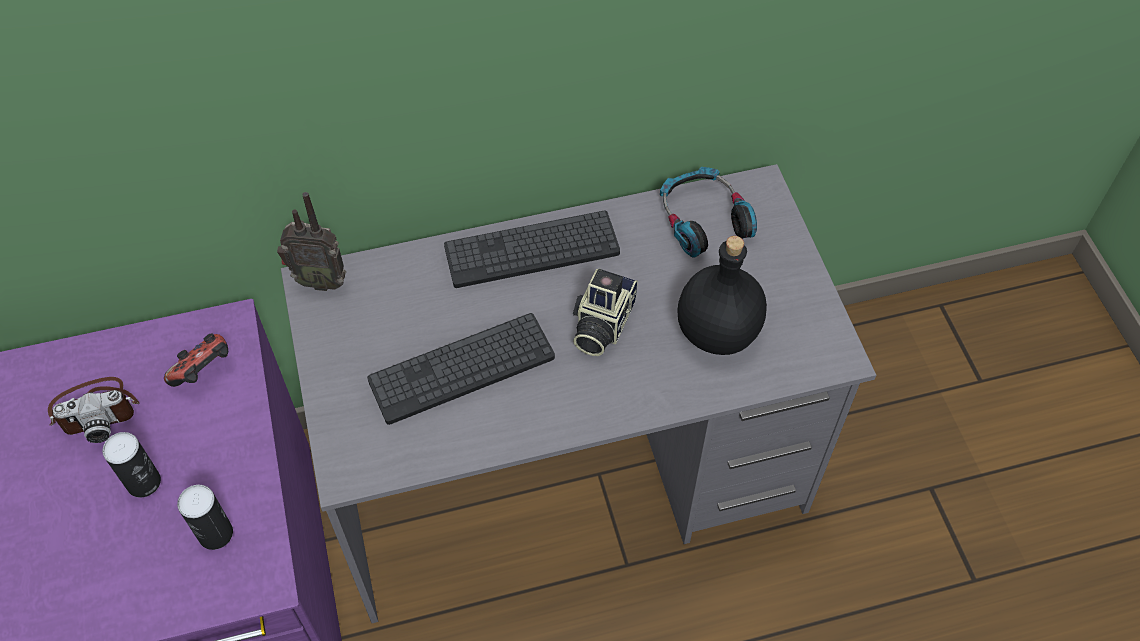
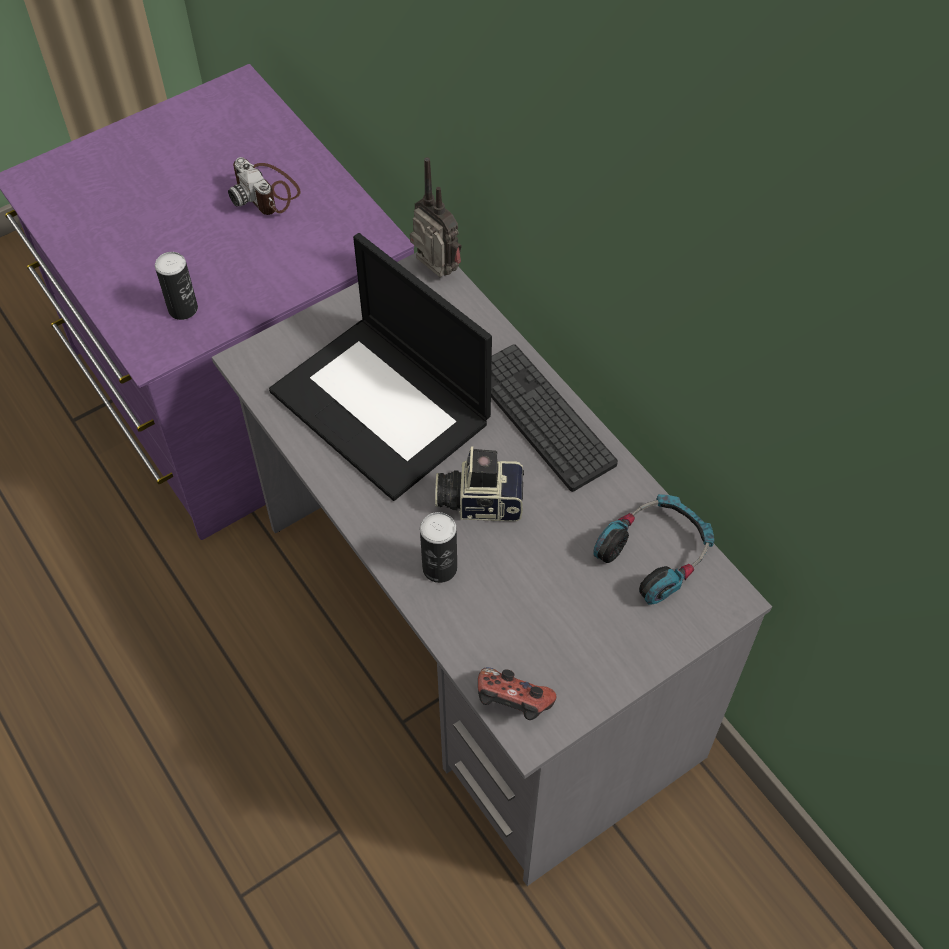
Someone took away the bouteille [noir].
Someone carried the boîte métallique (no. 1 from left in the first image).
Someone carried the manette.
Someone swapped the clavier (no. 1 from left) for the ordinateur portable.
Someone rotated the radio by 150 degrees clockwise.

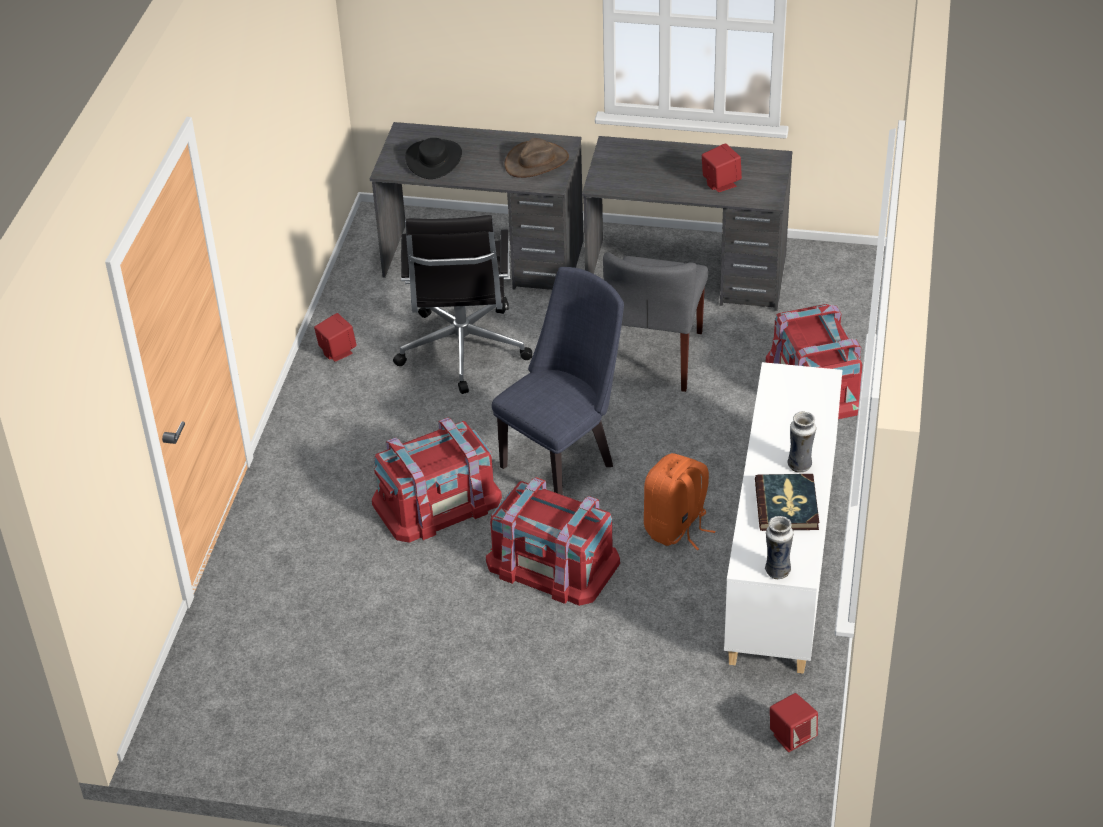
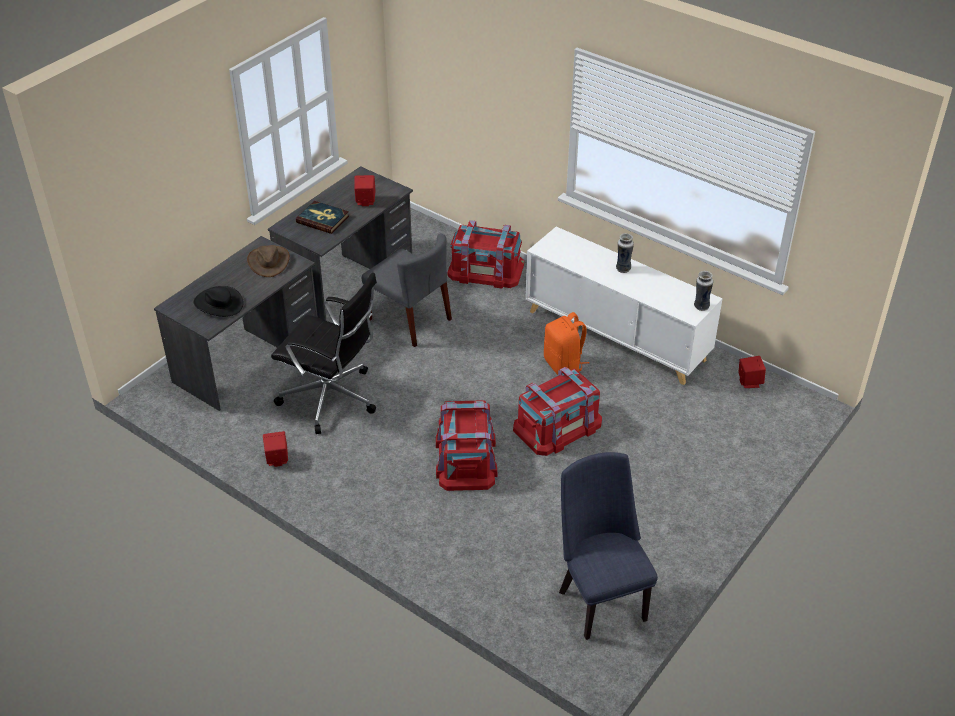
Someone carried the chaise [bleu].
Someone carried the livre.

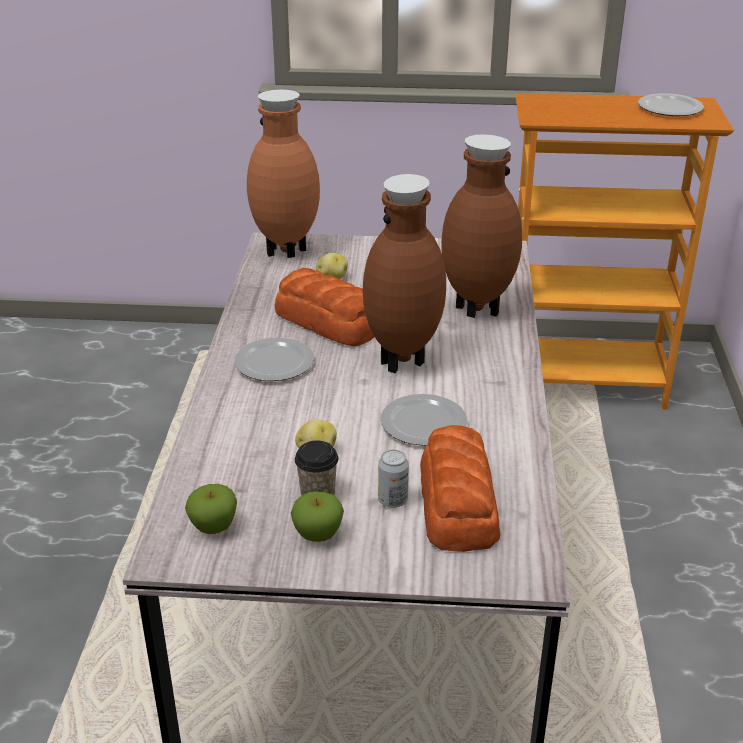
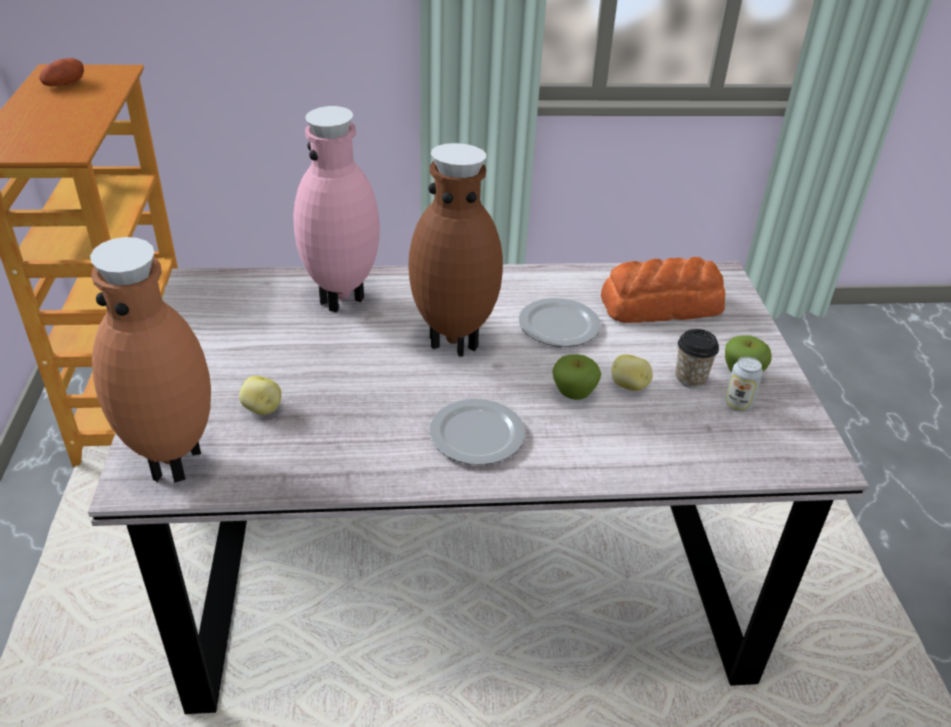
Someone took away the pain (no. 1 from left).
Someone carried the pomme (no. 1 from left).
Someone carried the boîte métallique.
Someone swapped the assiette (no. 3 from left) for the pomme de terre (no. 1 from left).
Someone repainted the vase [marron] (no. 3 from left), which became the vase [rose].

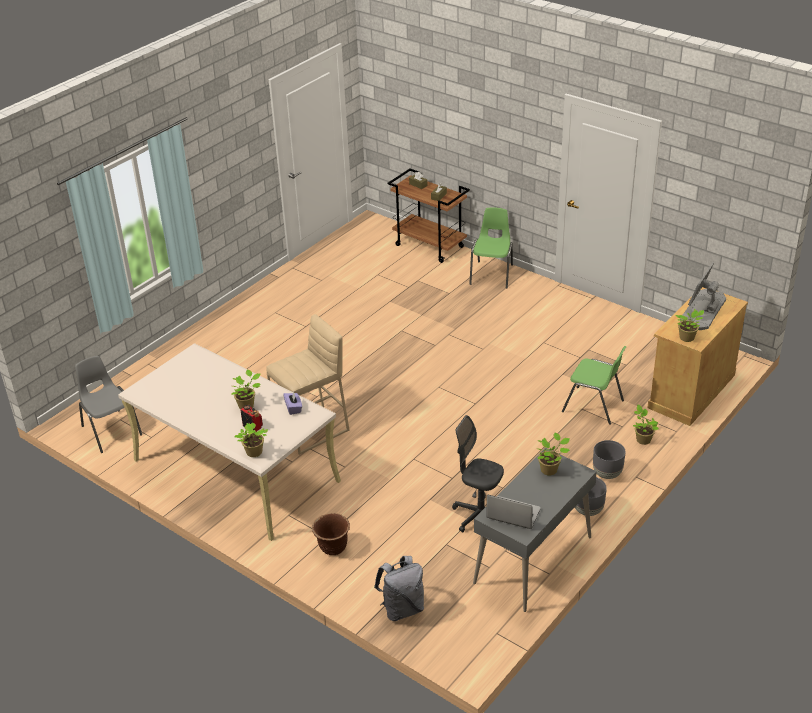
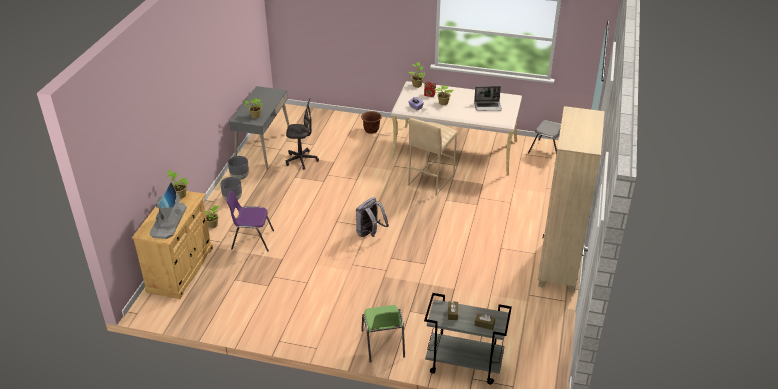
Someone put down the bibliothèque [beige].
Someone carried the sac à dos [gris].
Someone carried the ordinateur portable.
Someone repainted the chariot [marron], which became the chariot [gris].
Someone repainted the chaise [vert] (no. 2 from left), which became the chaise [violet].

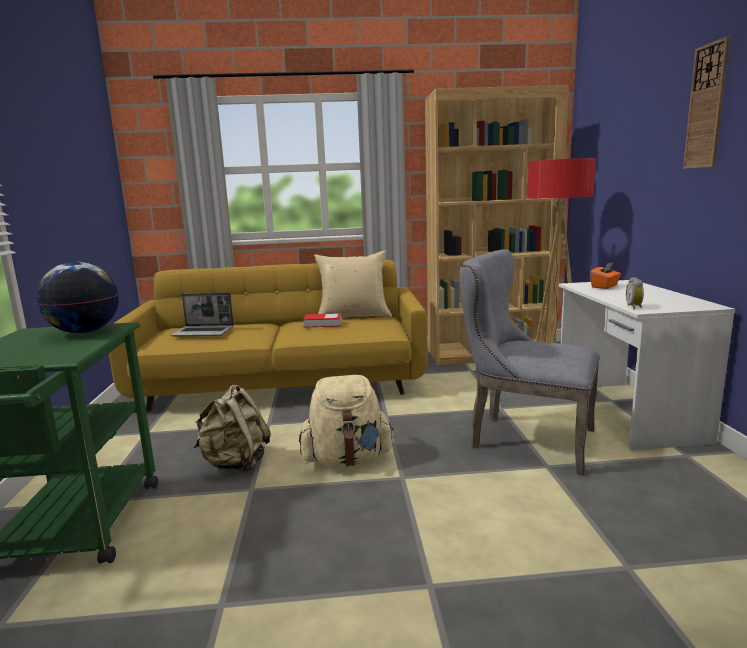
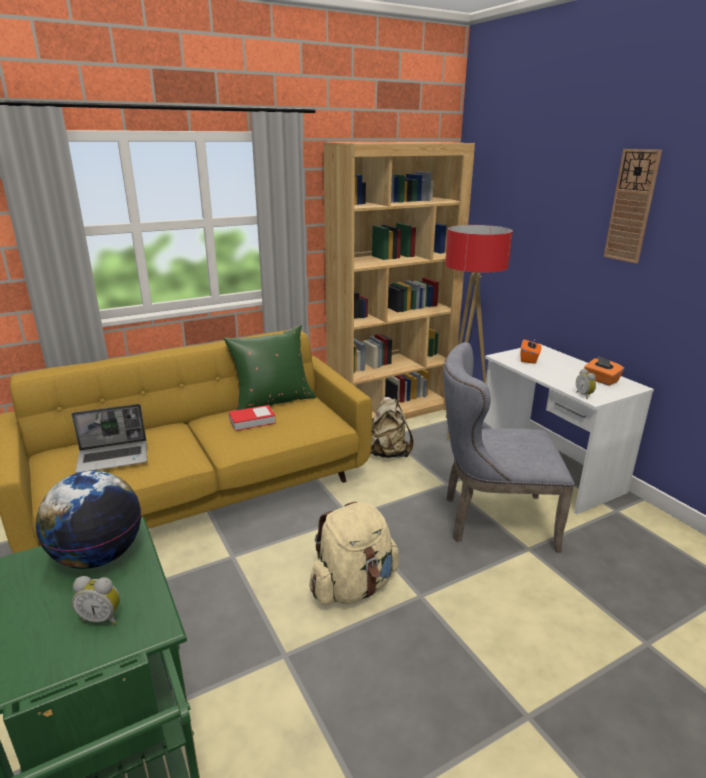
Someone put down the réveil (no. 1 from left).
Someone put down the boîte à mouchoirs [orange] (no. 2 from left).
Someone carried the sac à dos [beige] (no. 1 from left in the first image).
Someone repainted the coussin [beige], which became the coussin [vert].

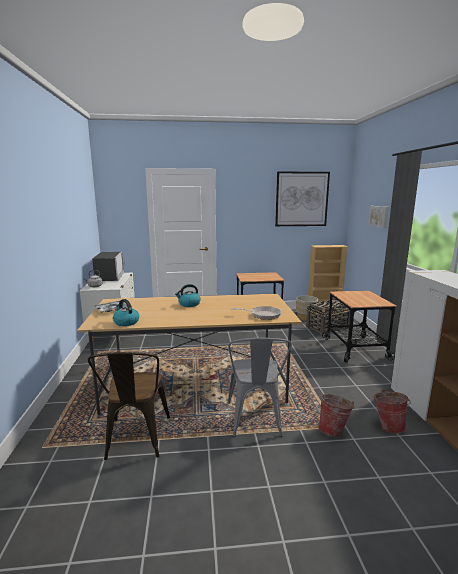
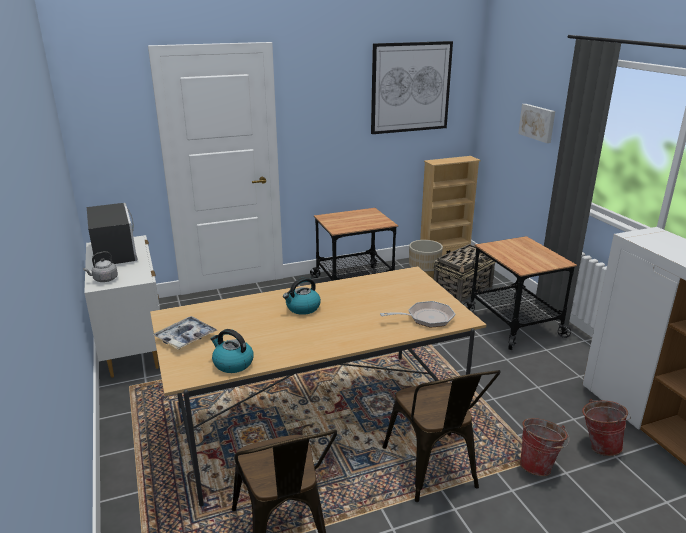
Someone repainted the chaise [gris], which became the chaise [marron] (no. 2 from left).

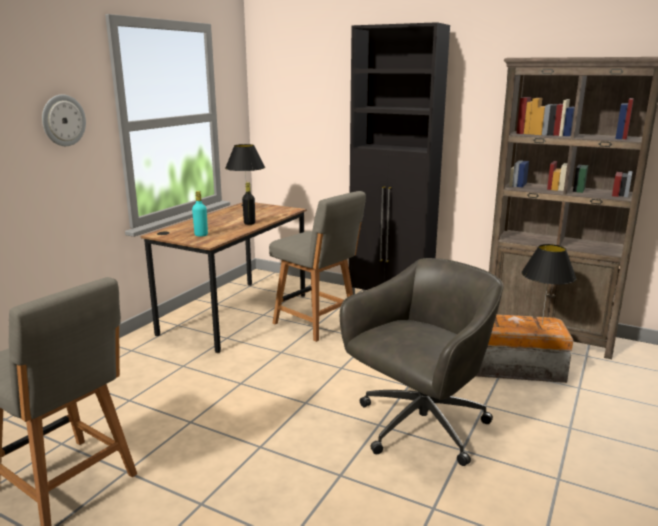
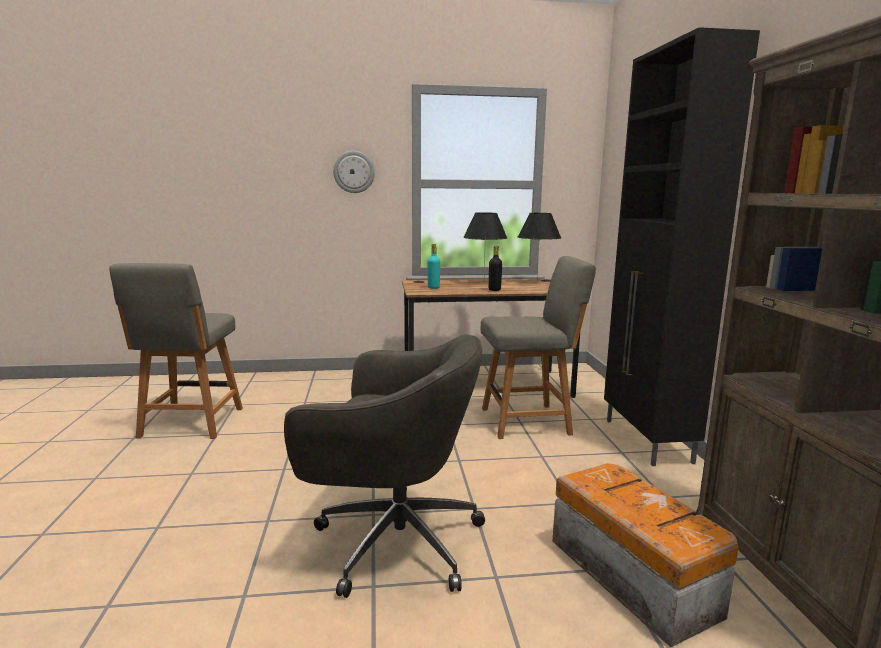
Someone carried the lampe de table [noir] (no. 2 from left in the first image).
Someone rotated the chaise [gris] (no. 2 from left) by 105 degrees counterclockwise.

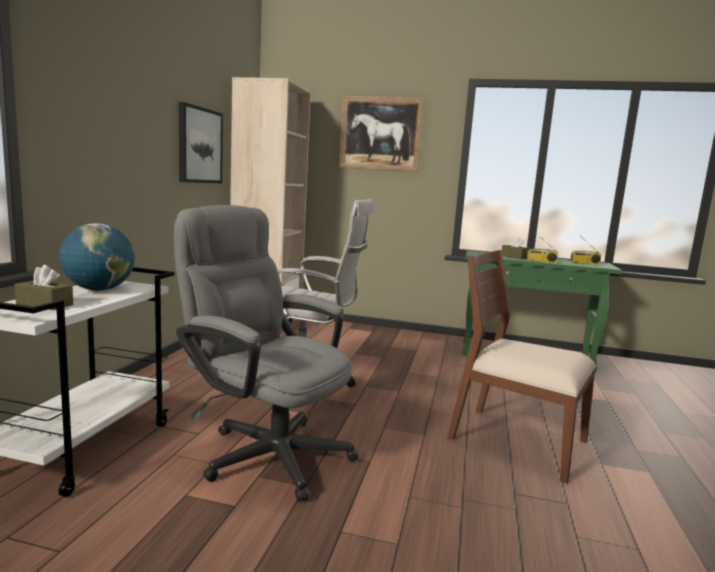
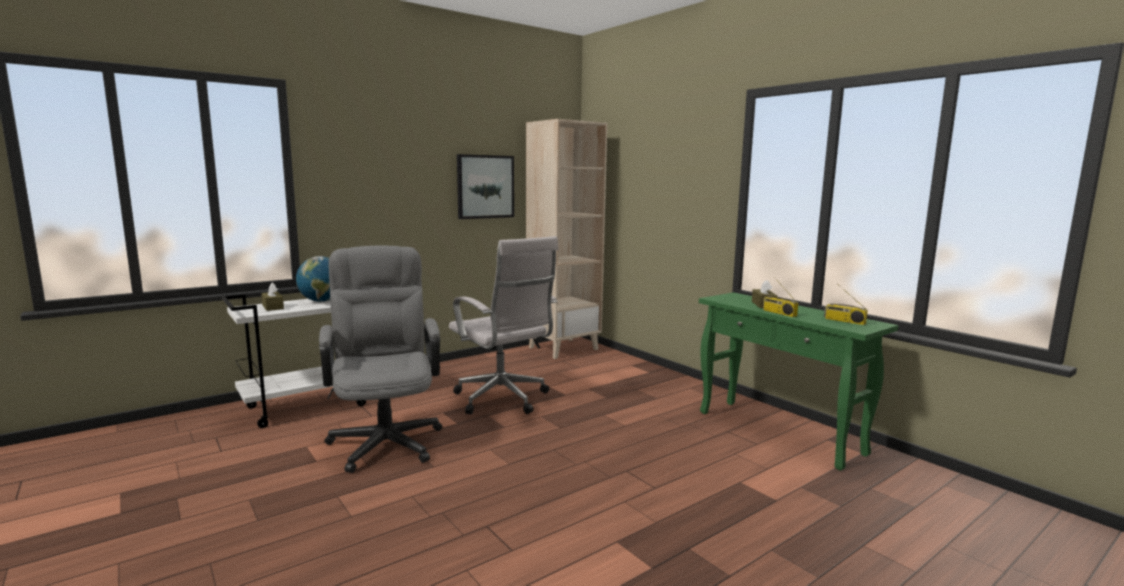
Someone took away the tableau (no. 2 from left).
Someone took away the chaise [marron].

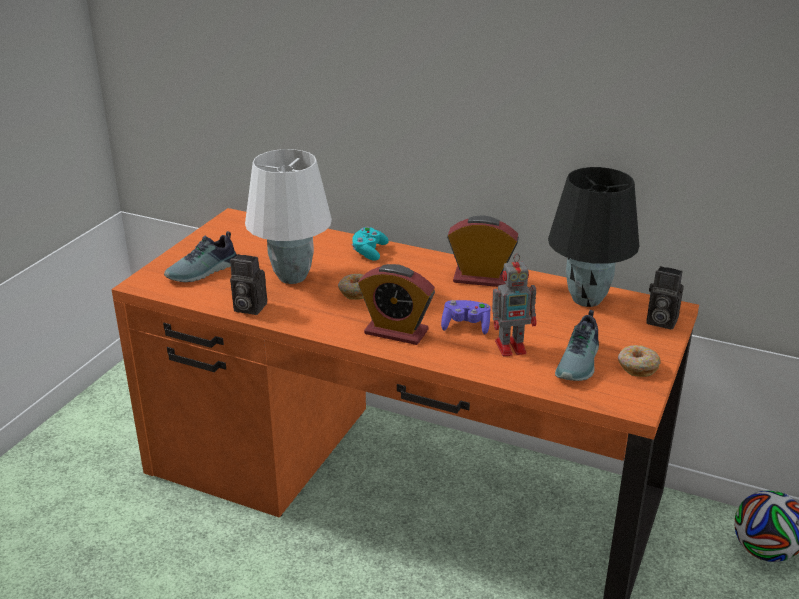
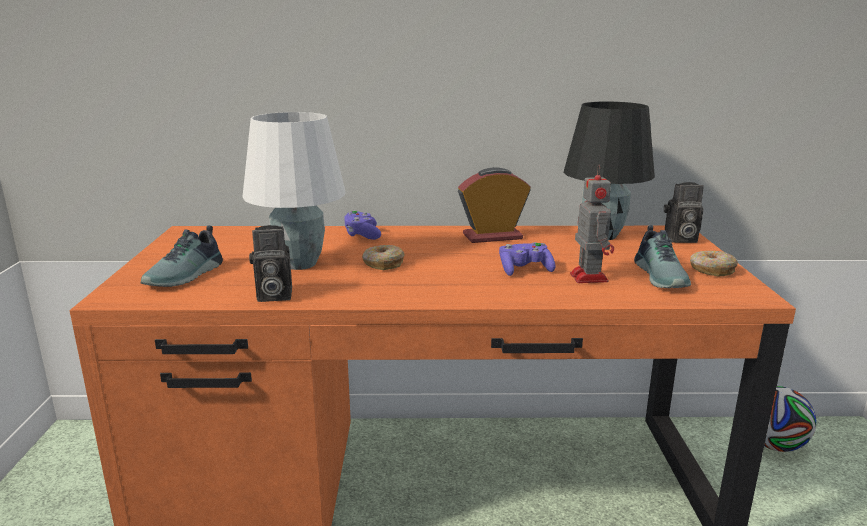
Someone took away the réveil (no. 1 from left).
Someone repainted the manette [turquoise], which became the manette [violet] (no. 1 from left).
Someone rotated the robot jouet by 60 degrees counterclockwise.

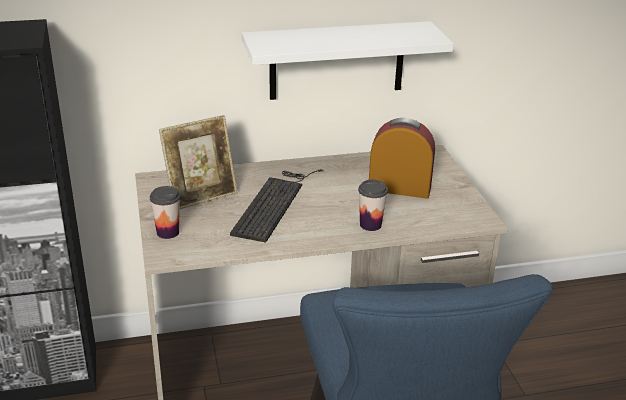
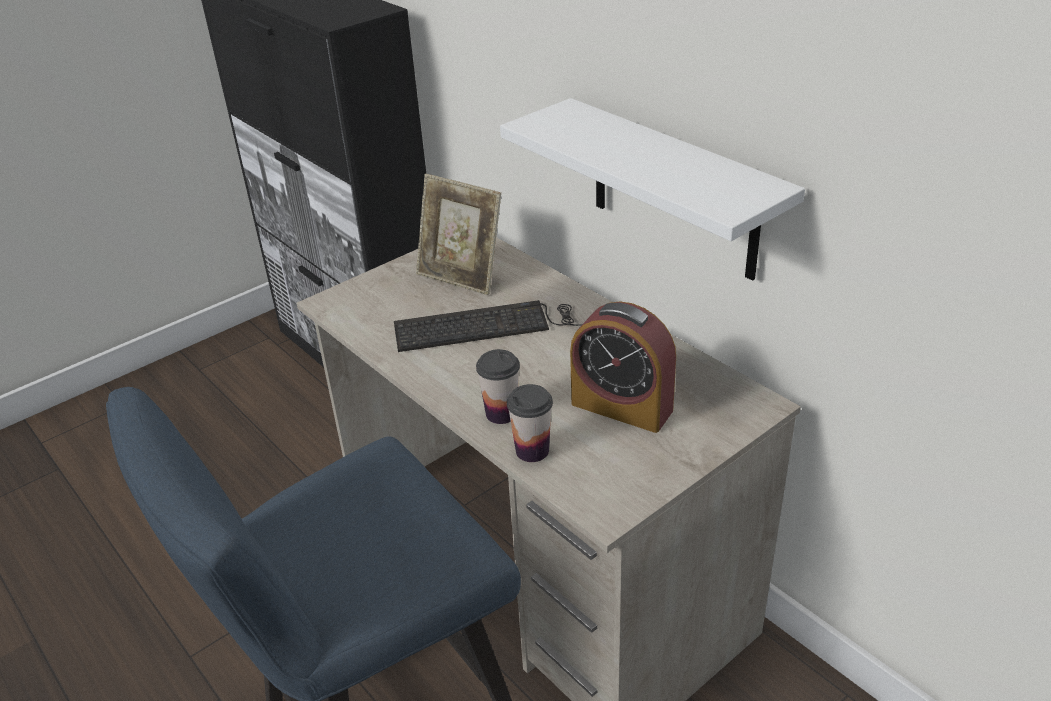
Someone carried the tasse (no. 1 from left in the first image).
Someone rotated the réveil by 135 degrees clockwise.

